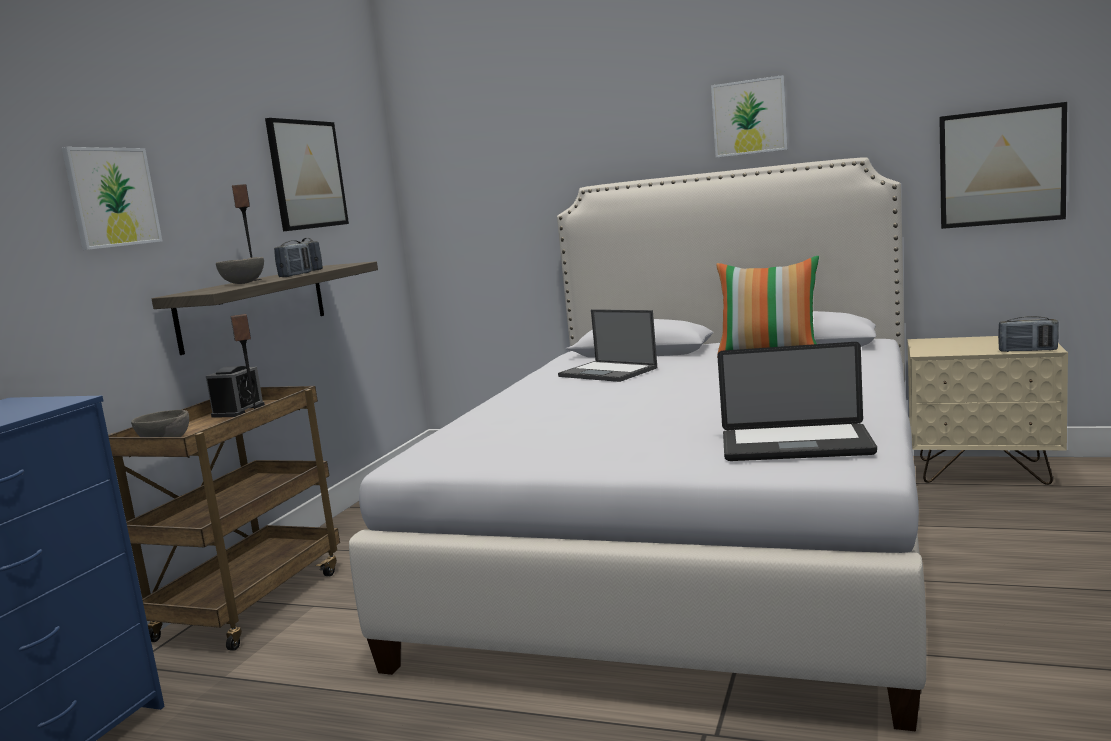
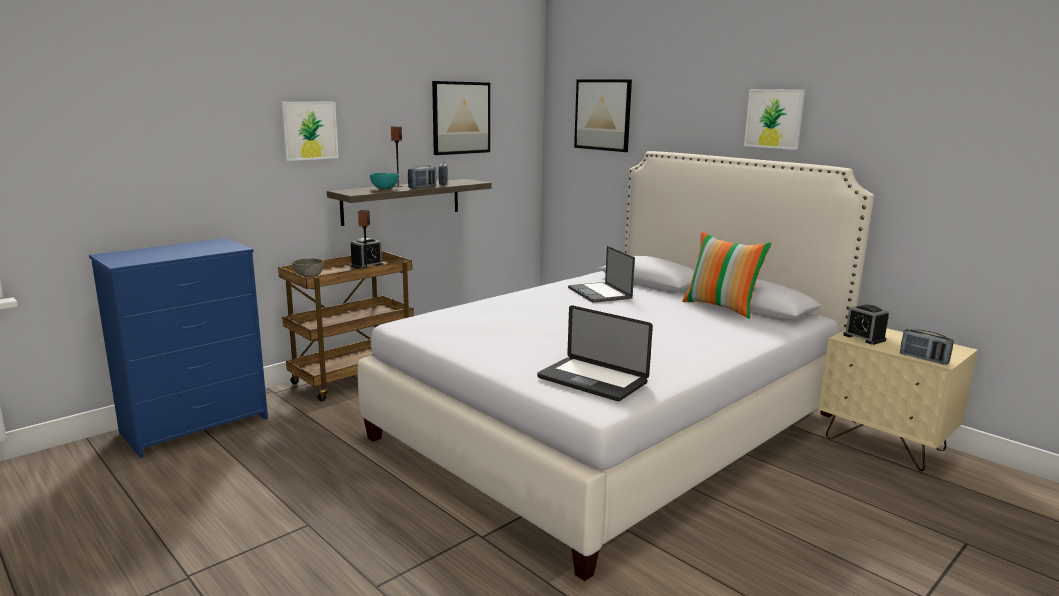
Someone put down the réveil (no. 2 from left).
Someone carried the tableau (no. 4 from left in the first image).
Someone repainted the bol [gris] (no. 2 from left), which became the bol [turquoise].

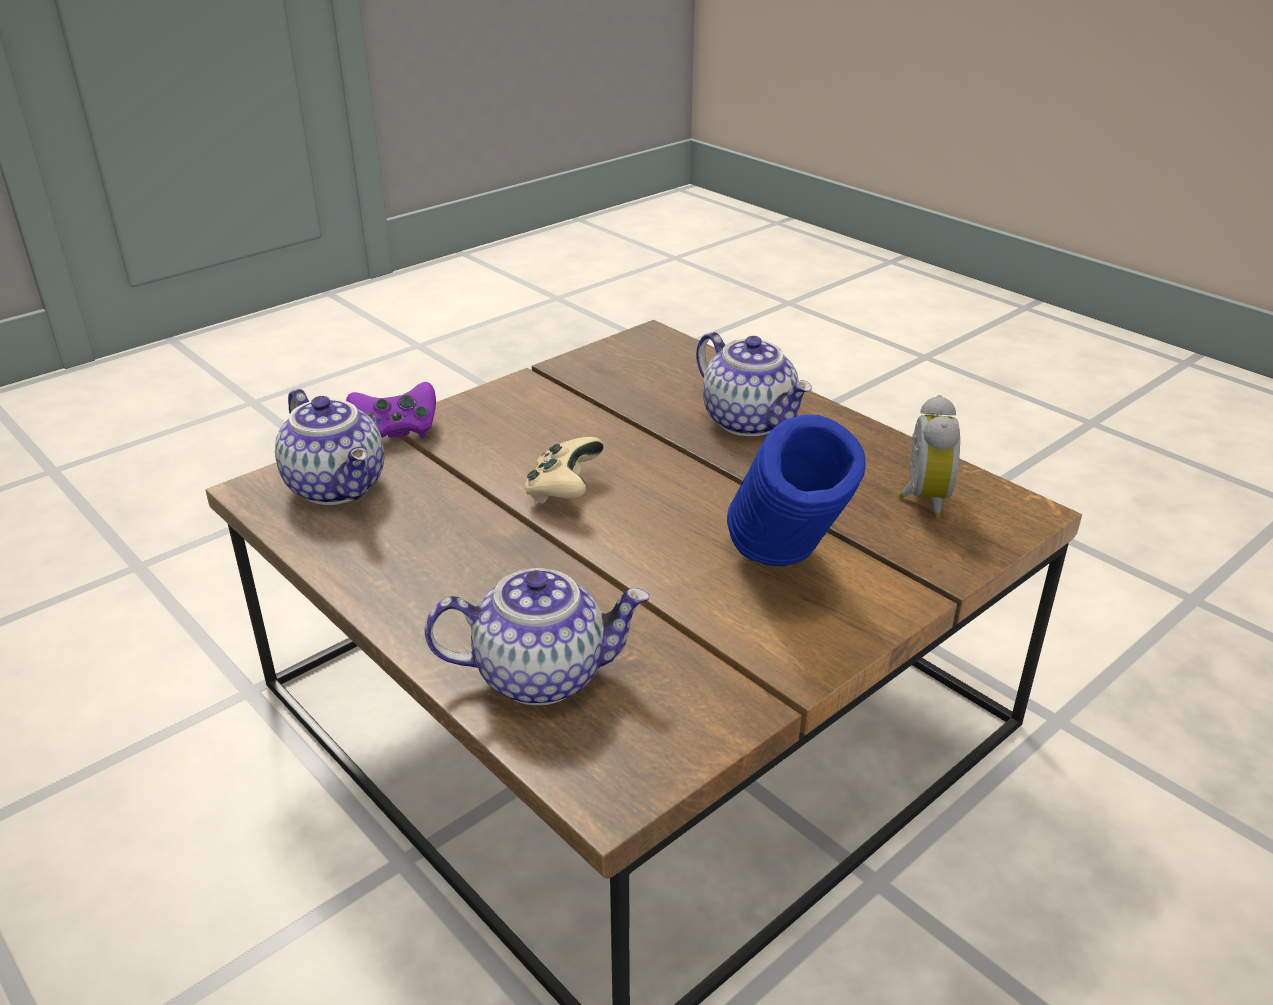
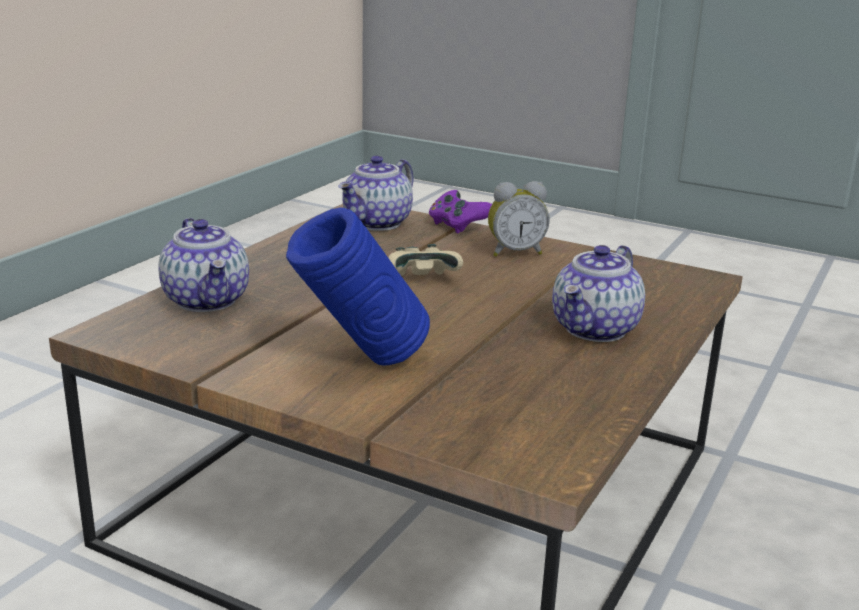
Someone carried the réveil.

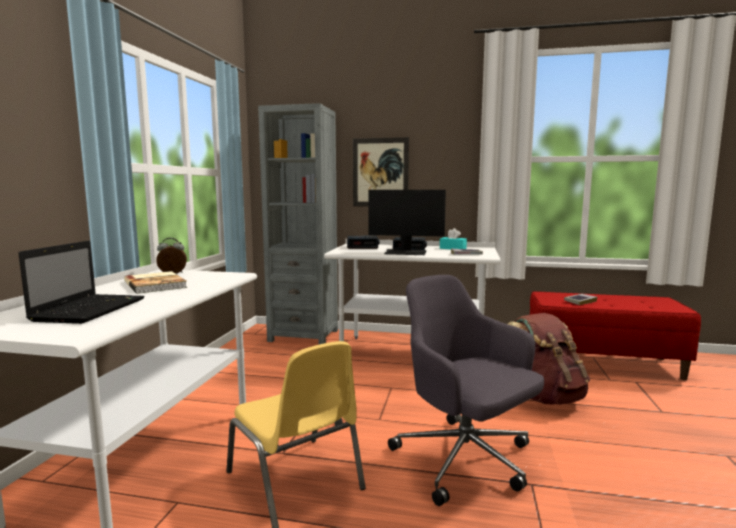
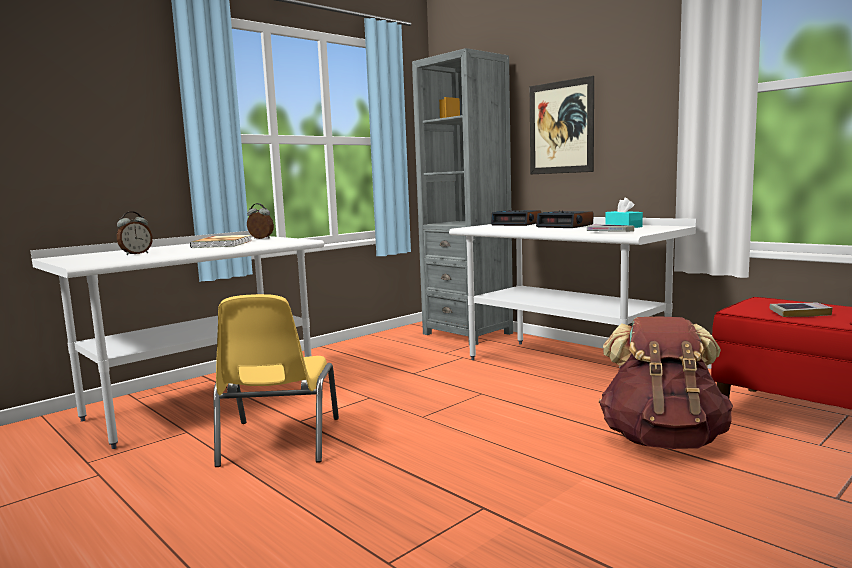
Someone took away the écran d'ordinateur.
Someone took away the chaise de bureau [gris].
Someone swapped the ordinateur portable for the réveil (no. 1 from left).

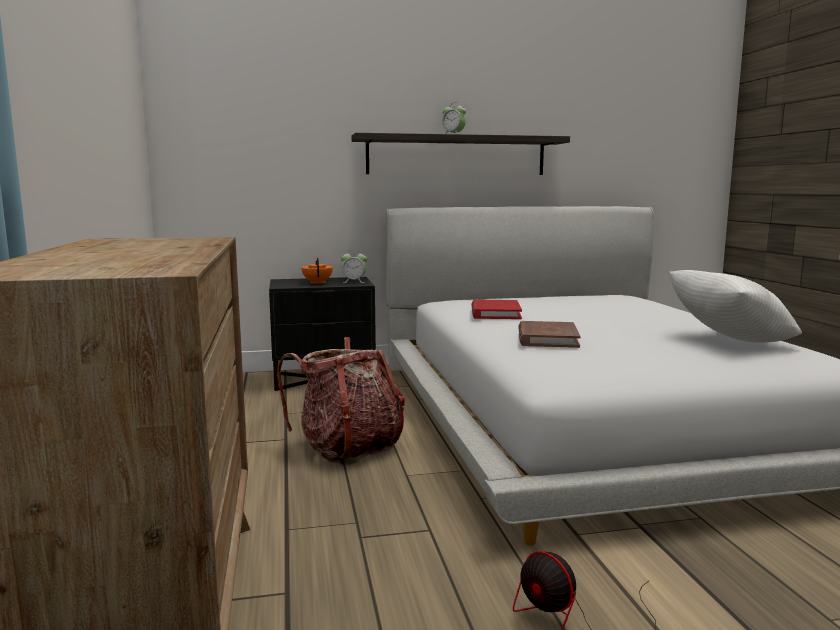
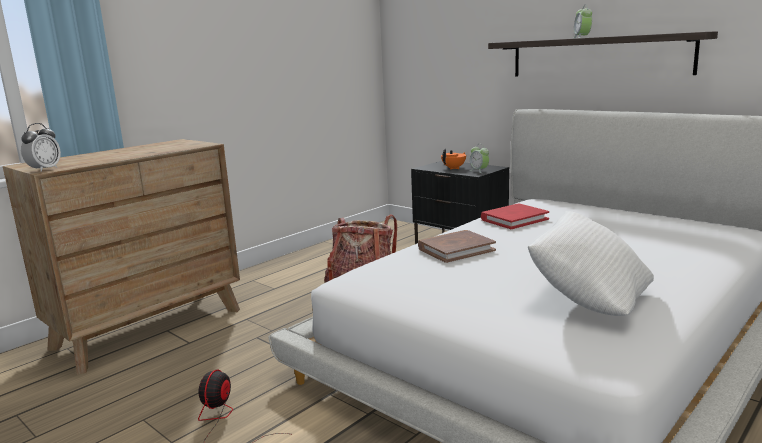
Someone put down the réveil (no. 1 from left).

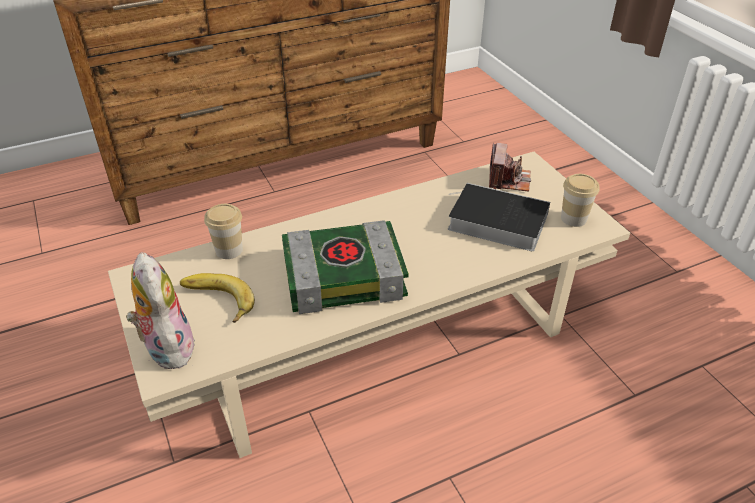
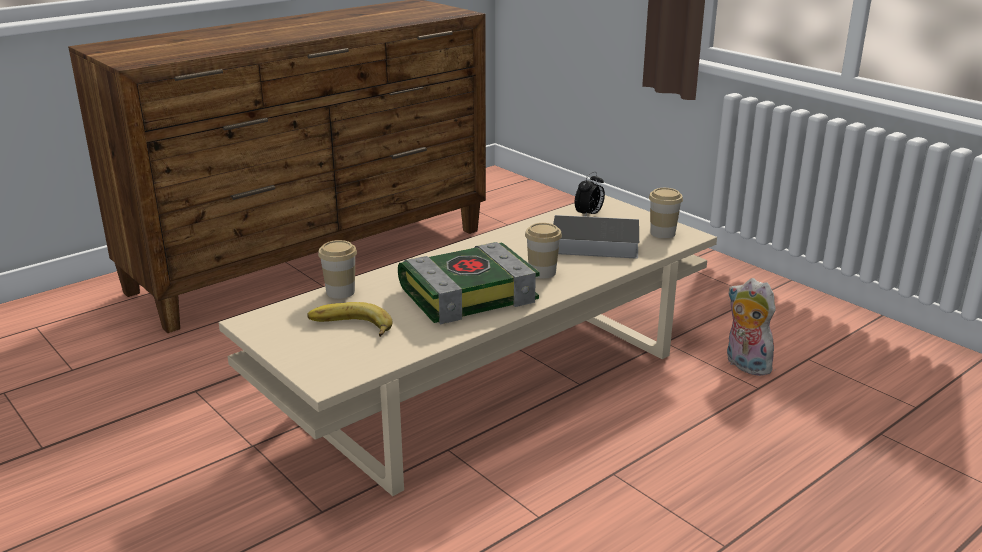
Someone put down the tasse (no. 2 from left).
Someone carried the peluche.
Someone swapped the appareil photo for the réveil.

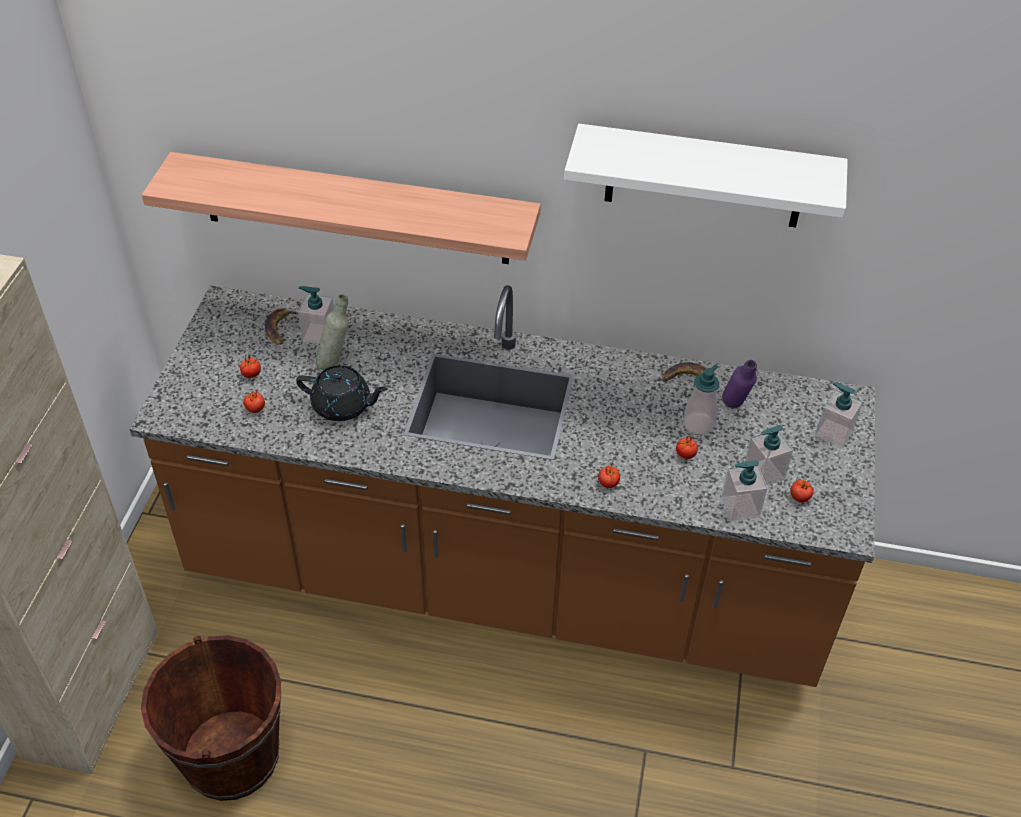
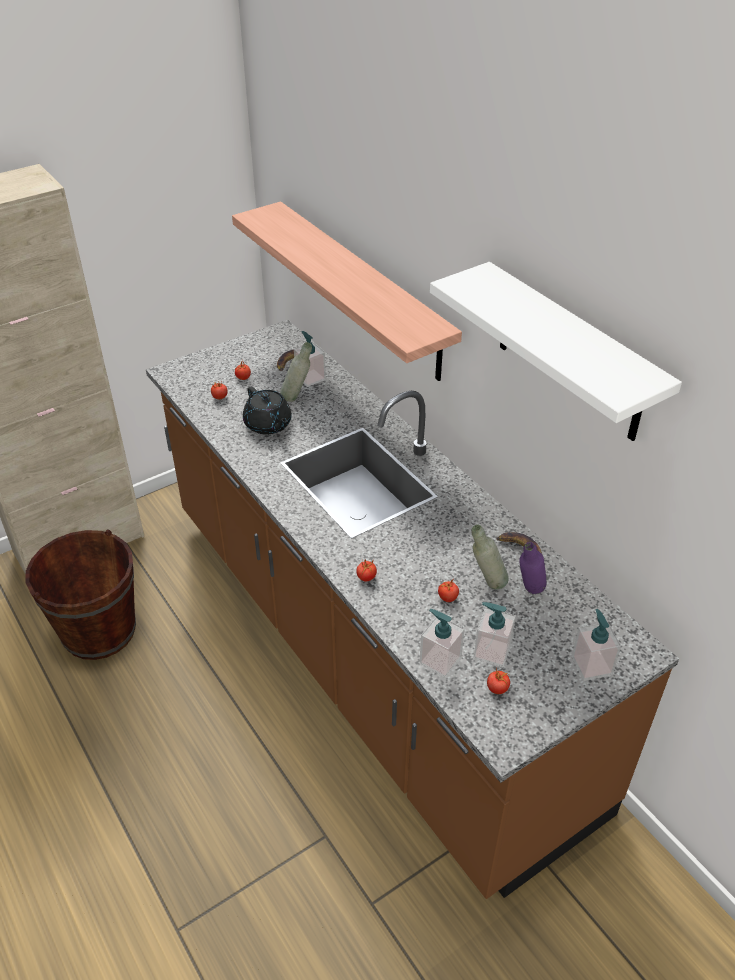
Someone swapped the distributeur de savon (no. 2 from left) for the bouteille [gris] (no. 2 from left).

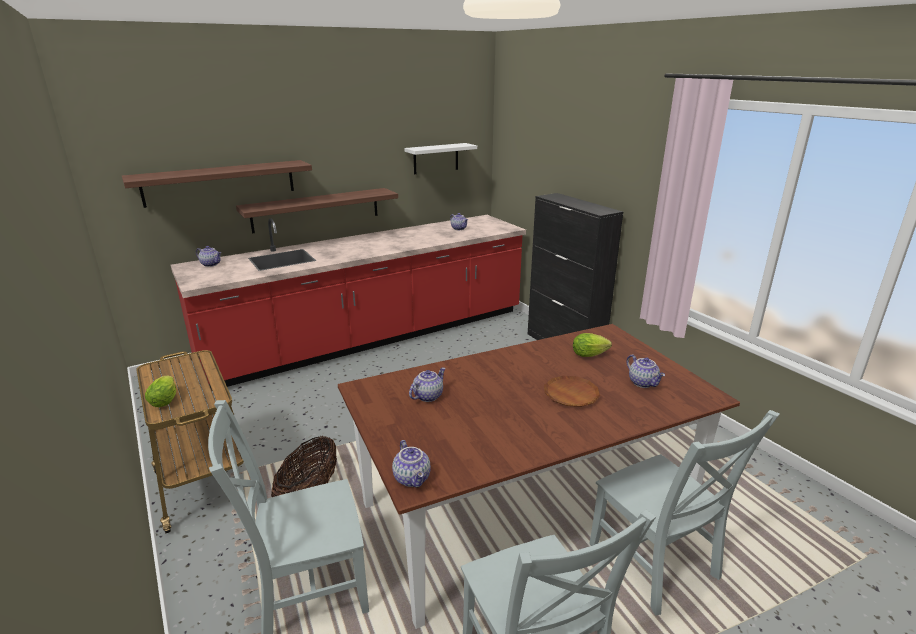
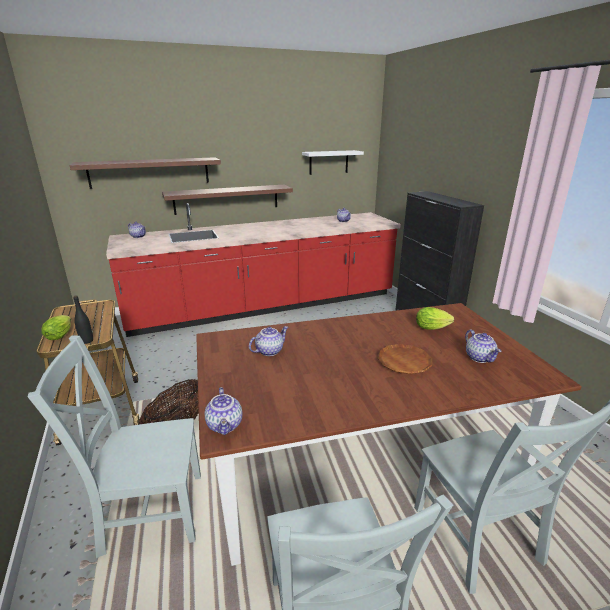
Someone put down the bouteille [noir].

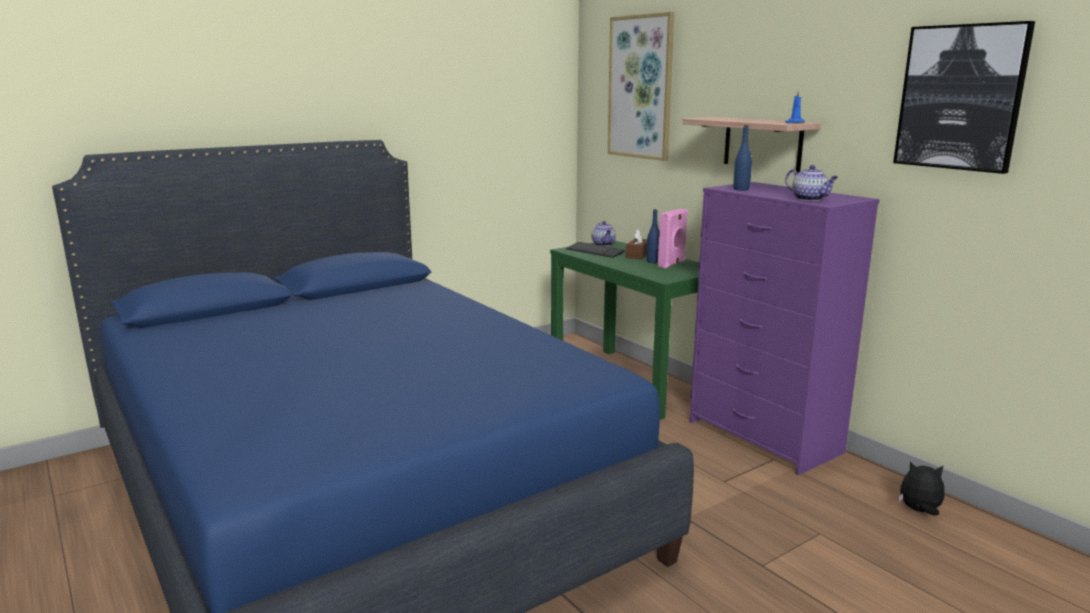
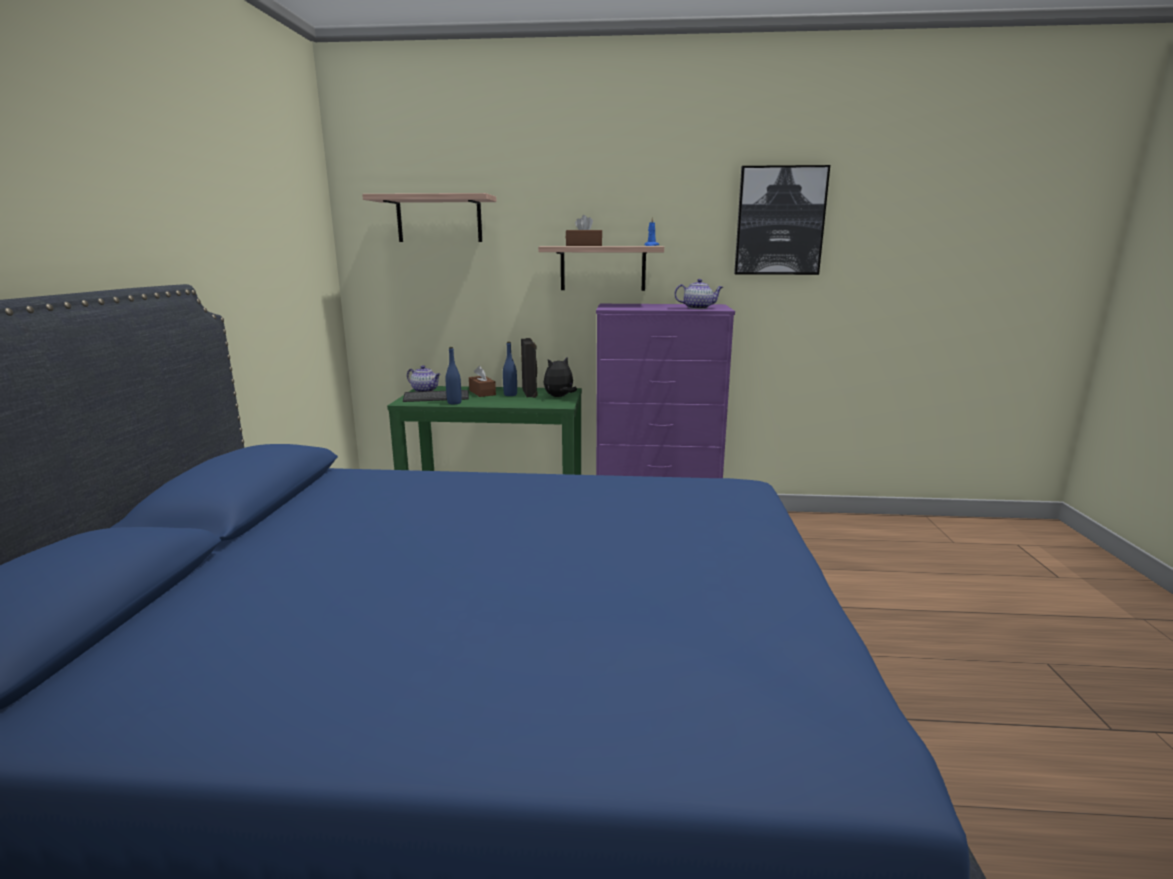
Someone put down the boîte à mouchoirs [marron] (no. 2 from left).
Someone carried the bouteille [bleu] (no. 2 from left in the first image).
Someone carried the peluche.
Someone swapped the tableau (no. 1 from left) for the étagère (no. 1 from left).
Someone repainted the enceinte [rose], which became the enceinte [noir].

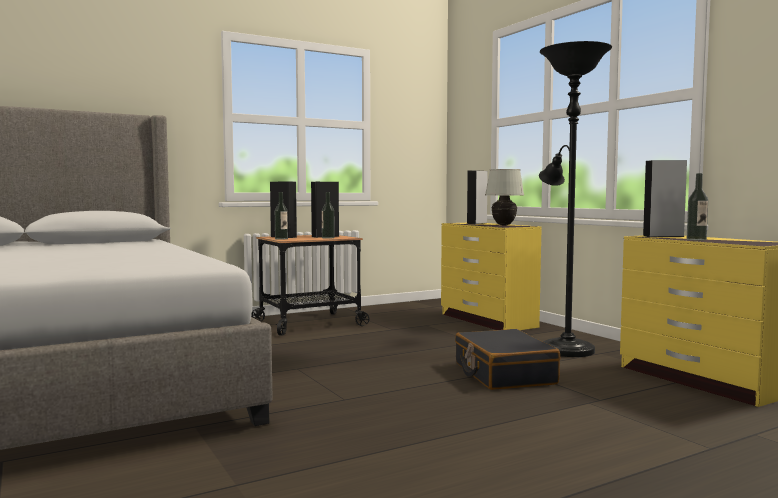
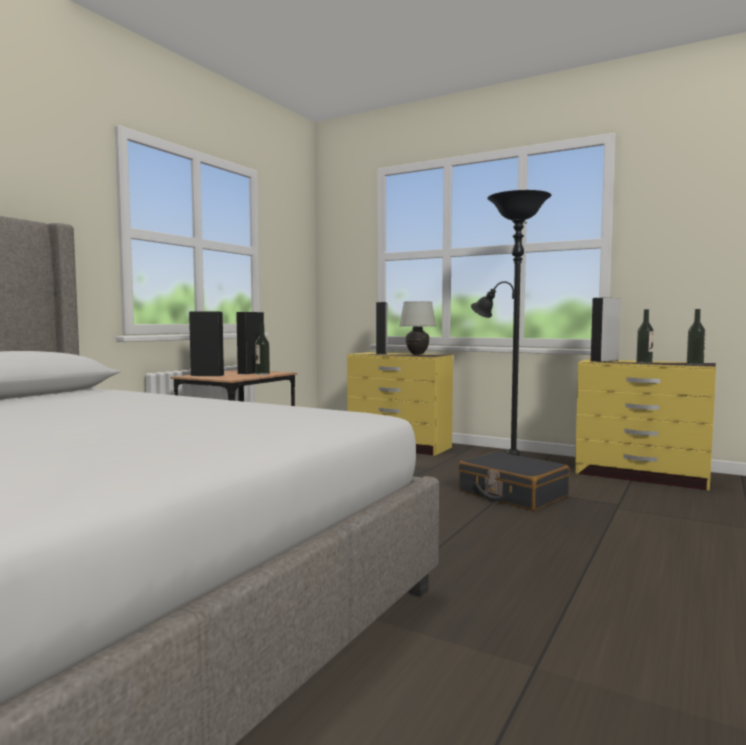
Someone carried the bouteille (no. 1 from left in the first image).

